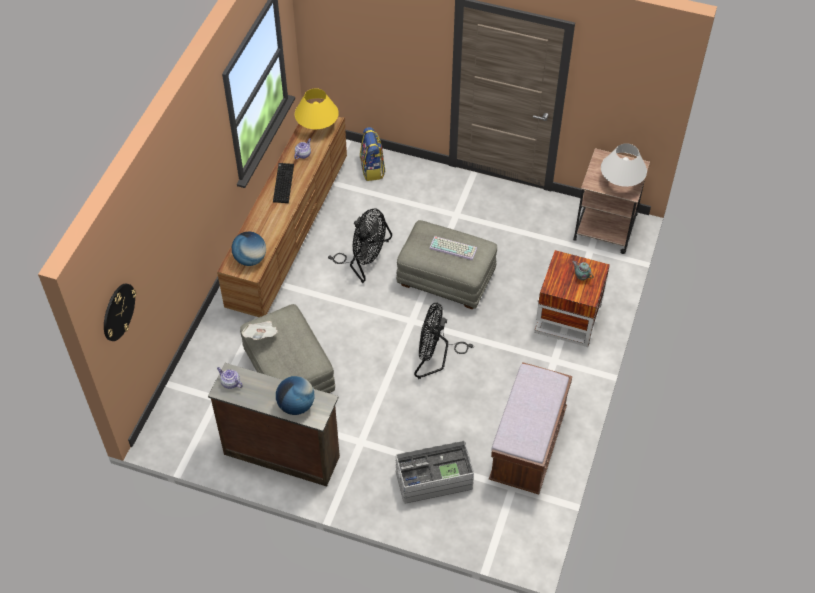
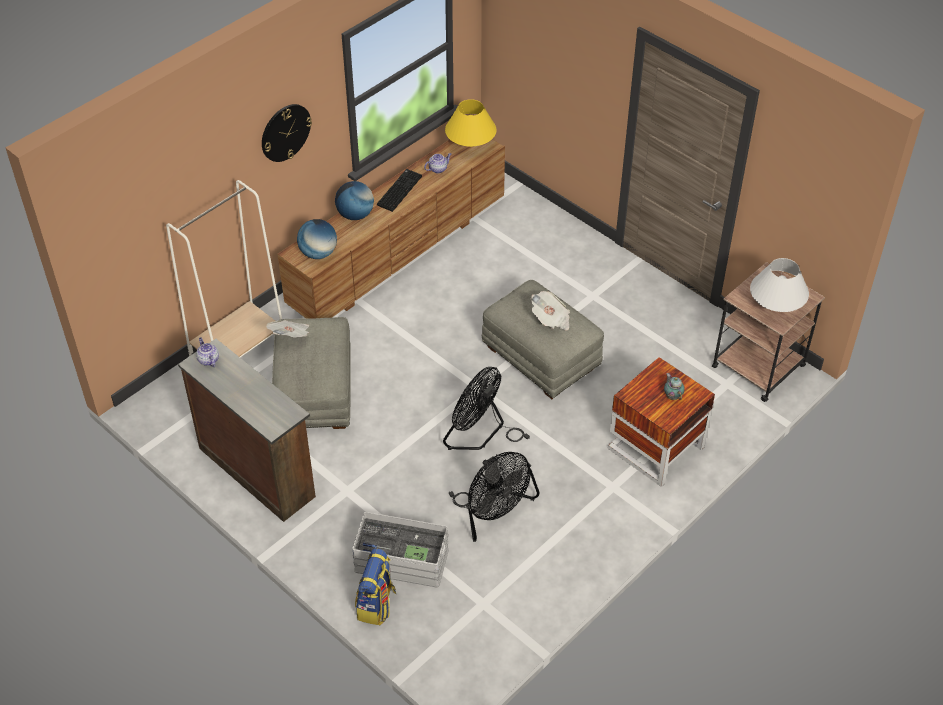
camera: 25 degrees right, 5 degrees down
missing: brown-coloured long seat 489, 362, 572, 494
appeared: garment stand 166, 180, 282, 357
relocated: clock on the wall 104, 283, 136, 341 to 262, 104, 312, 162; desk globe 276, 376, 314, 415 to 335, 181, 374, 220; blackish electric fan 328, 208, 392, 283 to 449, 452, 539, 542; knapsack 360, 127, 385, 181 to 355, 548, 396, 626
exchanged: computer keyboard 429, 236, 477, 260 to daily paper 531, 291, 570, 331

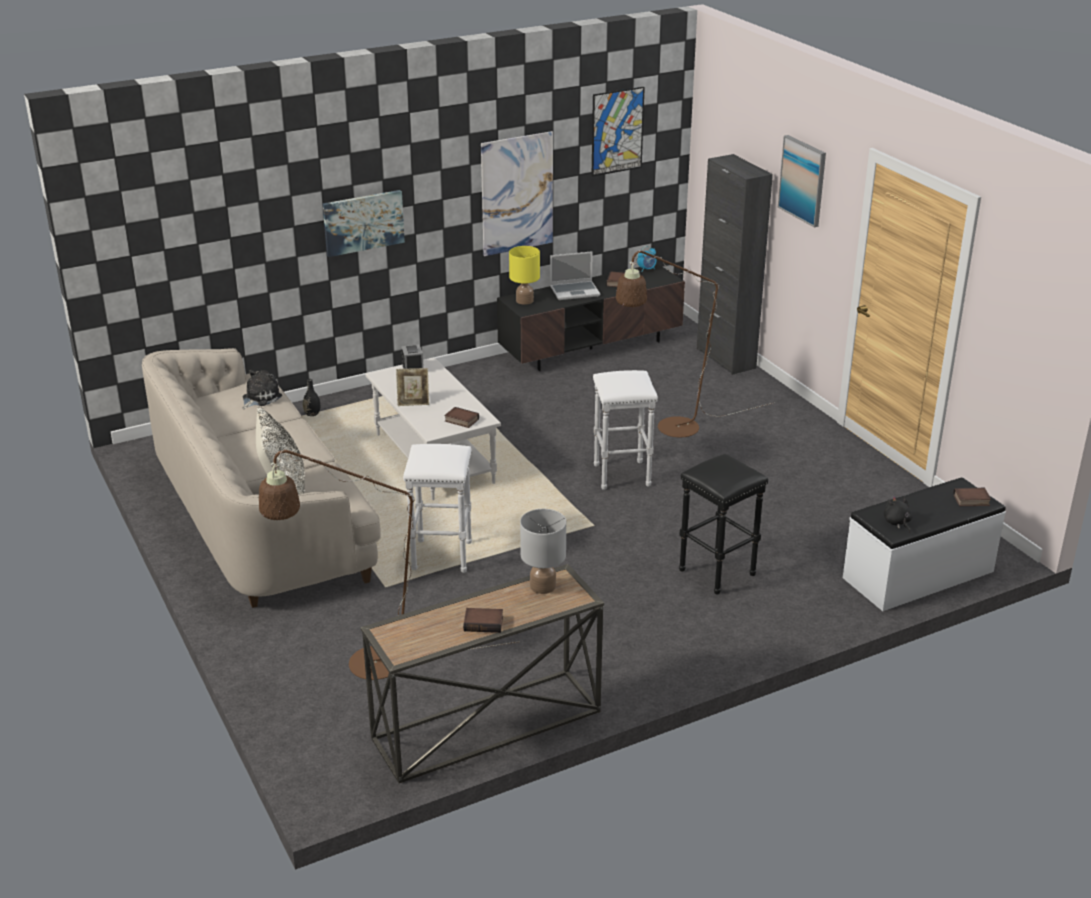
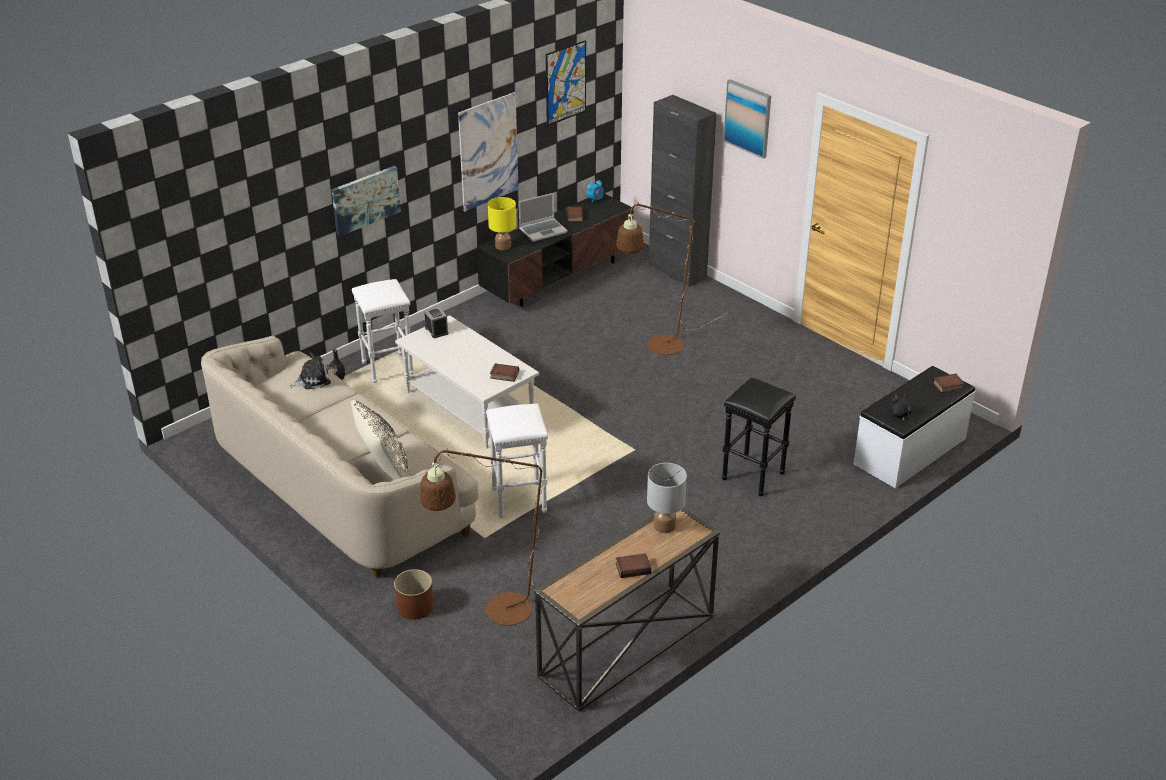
camera: 15 degrees left, 5 degrees up
missing: picture frame 396, 368, 429, 406
appeared: brown-coloured flower pot 394, 569, 433, 620
relocated: white-coloured stool 593, 370, 658, 490 to 352, 279, 414, 383
spun: soft toy 242, 370, 282, 409 = 290, 353, 331, 389 45 degrees clockwise

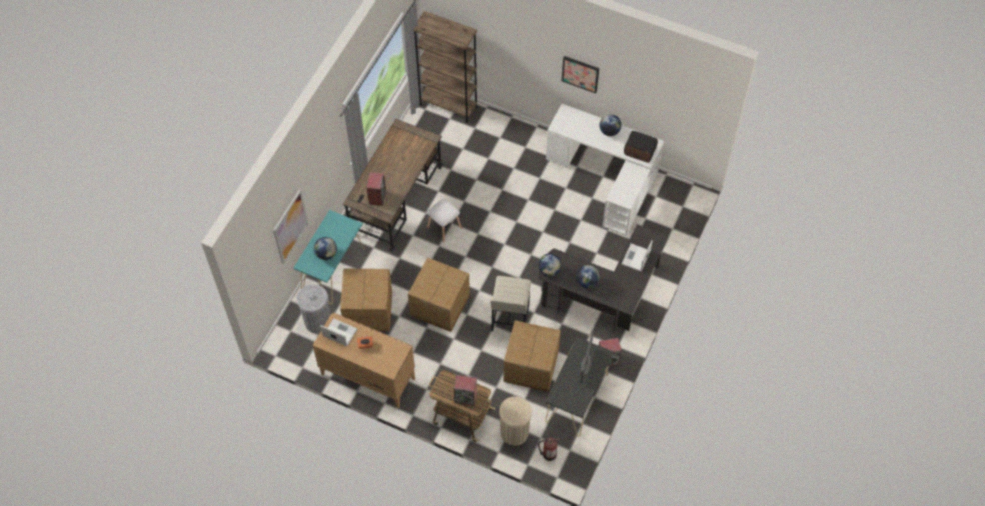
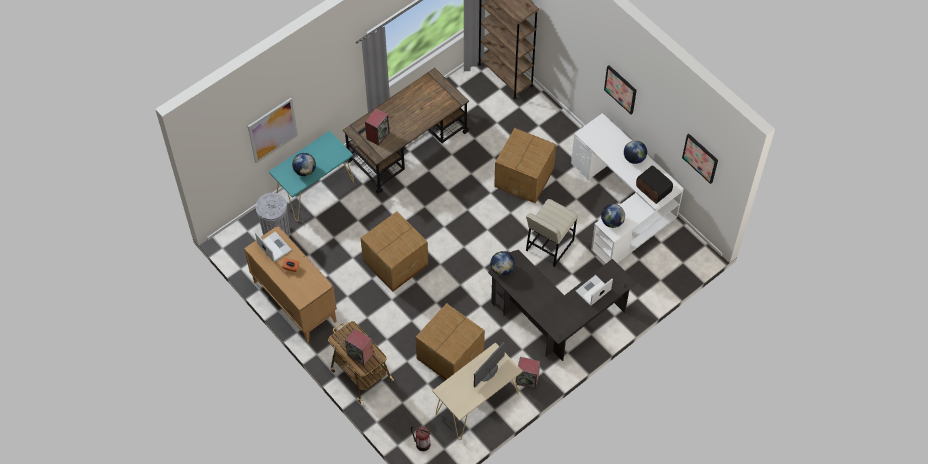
camera: 25 degrees right, 0 degrees up
missing: white-coloured stool 427, 199, 462, 243; beige waste bin 499, 396, 532, 446
appeared: wall art 682, 134, 718, 184
relocated: cardboard box 340, 268, 392, 331 to 494, 128, 556, 204; beige chair 490, 276, 531, 331 to 526, 199, 578, 267; desk globe 576, 265, 599, 288 to 601, 204, 625, 228
colour: blackish hall table 545, 337, 613, 437 to beige hall table 432, 342, 523, 440

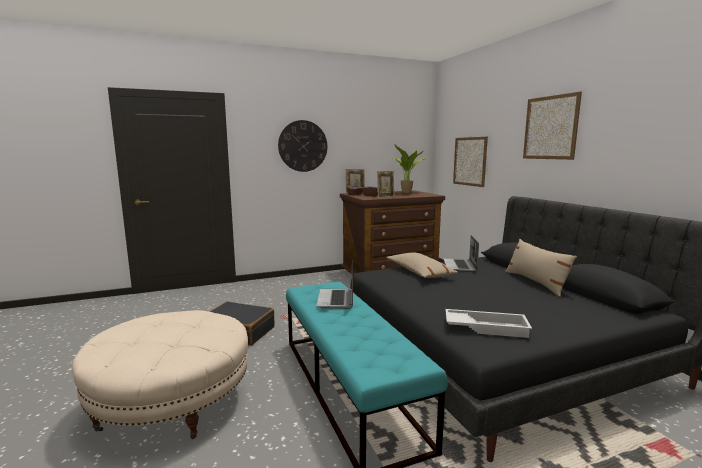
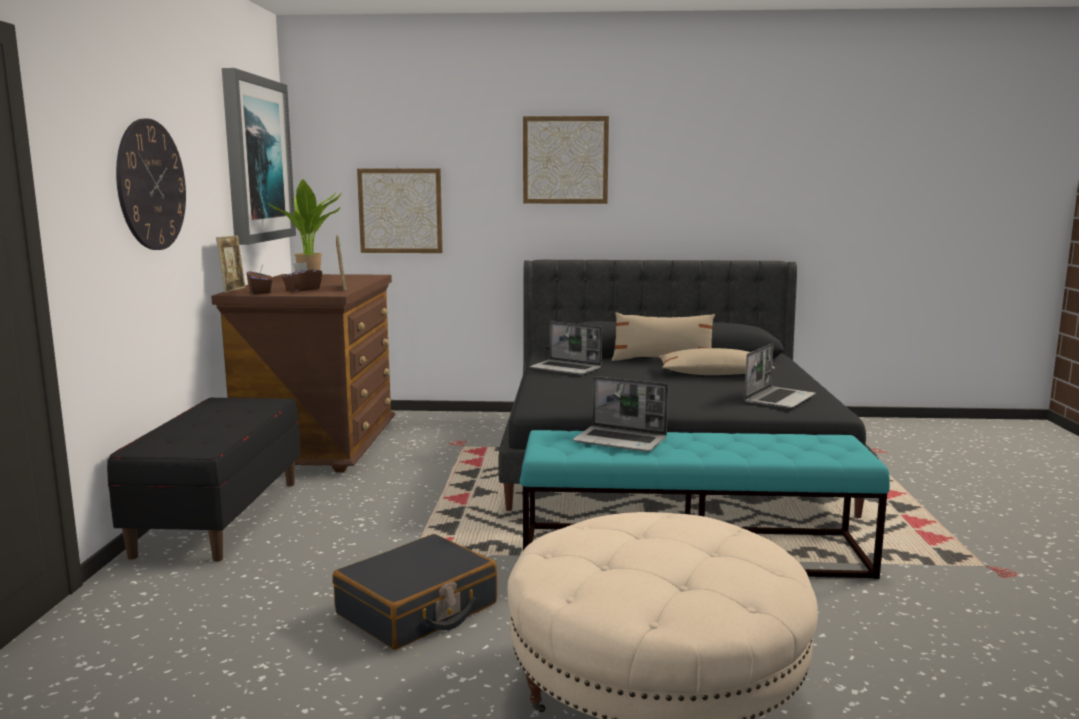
camera: 65 degrees left, 0 degrees up
appeared: blackish long seat 107, 398, 301, 562; wall art 222, 68, 296, 245
relocated: beige throw pillow 386, 252, 458, 278 to 659, 348, 775, 375
exchanged: white-coloured carrying tray 446, 309, 532, 338 to laptop 744, 343, 816, 409

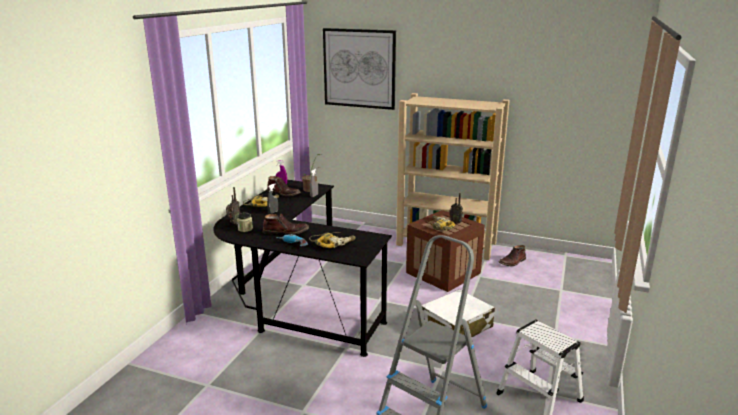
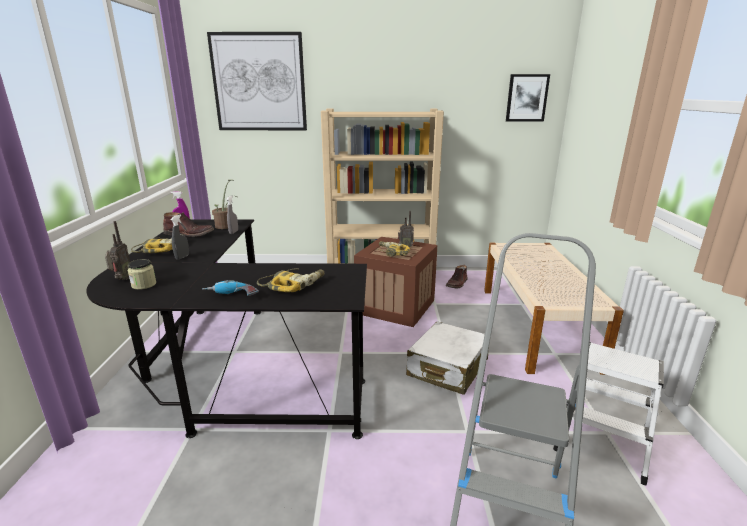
camera: 20 degrees left, 0 degrees up
missing: brown-coloured high-top boot 263, 214, 309, 235
appeared: beige long seat 484, 242, 624, 375; wall art 506, 74, 550, 122

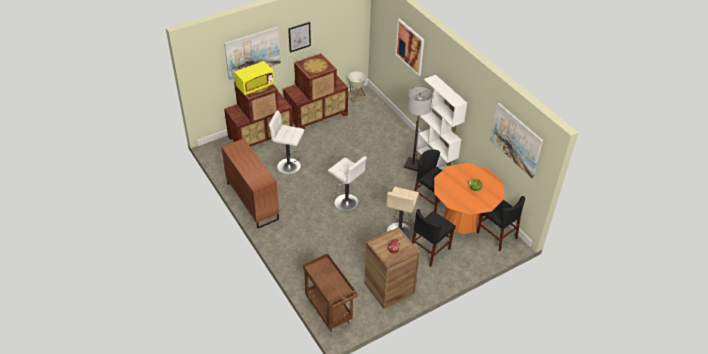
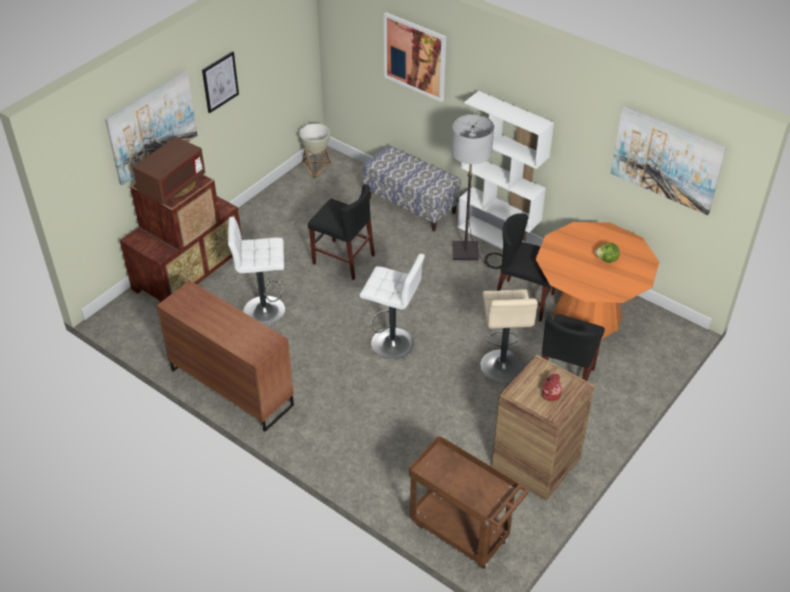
camera: 20 degrees left, 0 degrees up
missing: storage cabinet 283, 53, 348, 130
appeared: long seat 363, 146, 461, 231
relocated: blackish chair 477, 196, 525, 251 to 308, 184, 375, 280
colour: yellowish microwave oven 234, 61, 274, 95 to brown-coloured microwave oven 133, 137, 205, 205

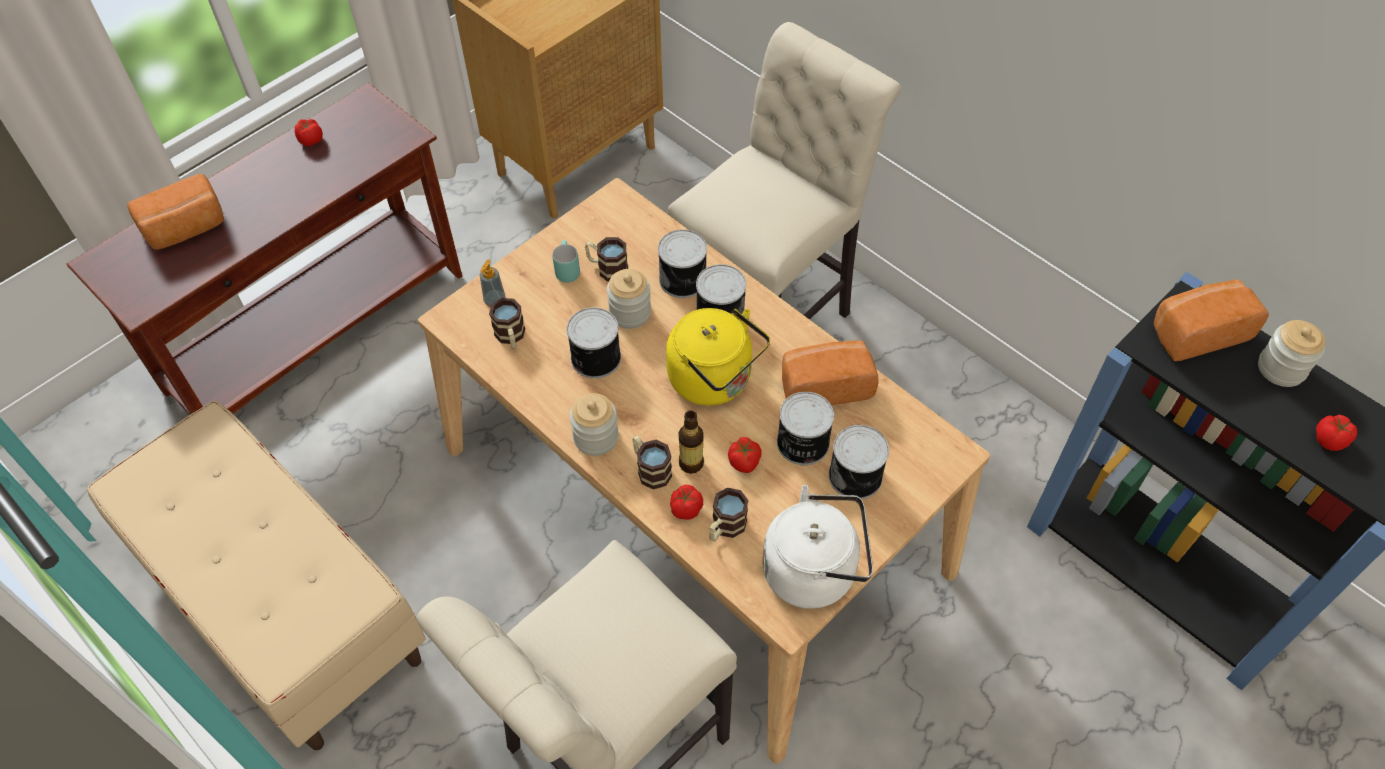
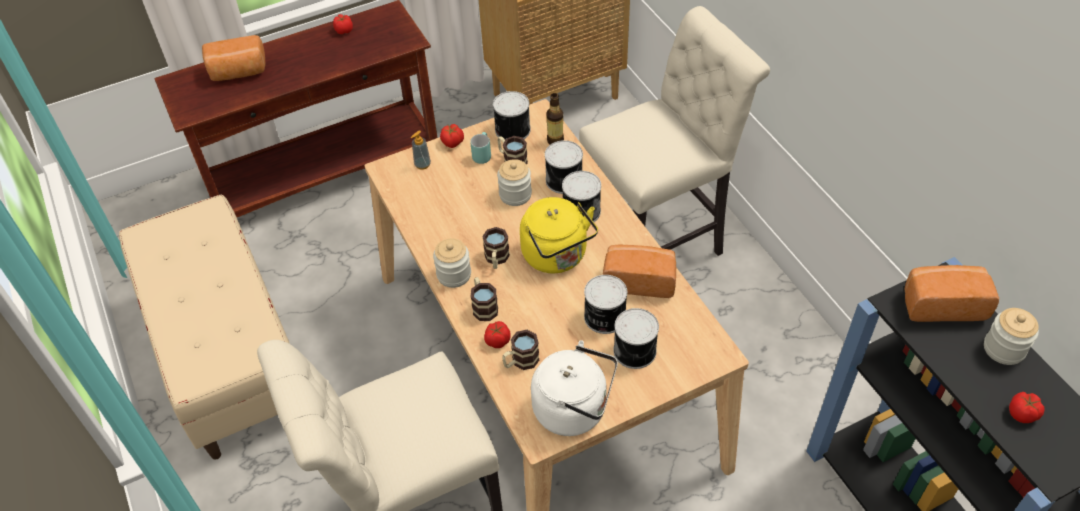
camera: 20 degrees right, 5 degrees down
relocated: coffee mug 489, 298, 525, 349 to 482, 227, 510, 269; can 567, 307, 621, 379 to 493, 91, 531, 139; beverage bottle 679, 410, 704, 474 to 546, 93, 564, 144; fresh tomato 728, 437, 762, 473 to 440, 124, 464, 148

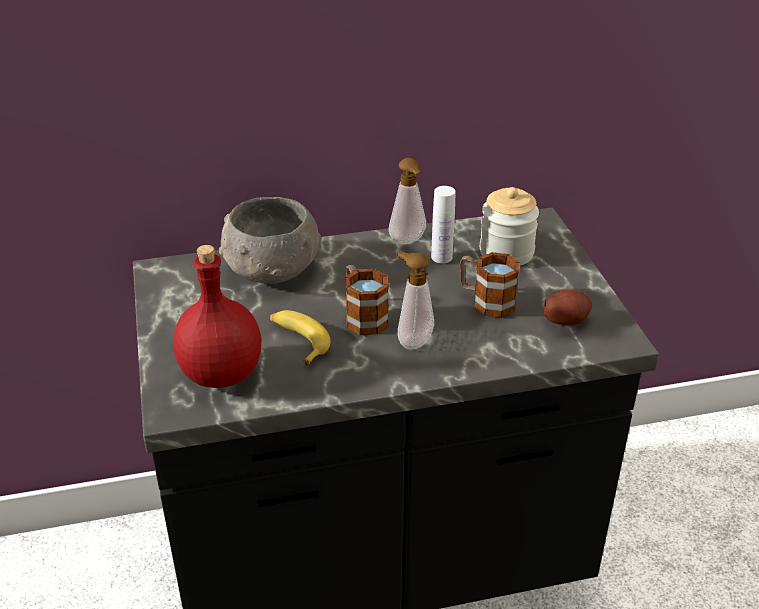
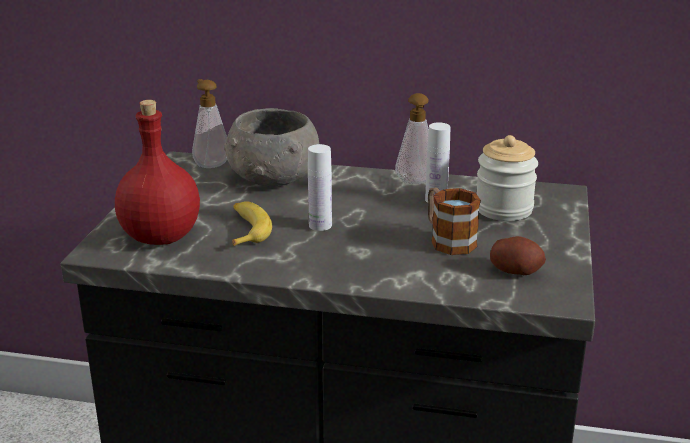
camera: 25 degrees right, 10 degrees down
relocated: soap bottle 397, 251, 434, 350 to 192, 79, 227, 168
exchanged: coffee mug 345, 265, 389, 335 to white-coloured beverage bottle 308, 144, 332, 231

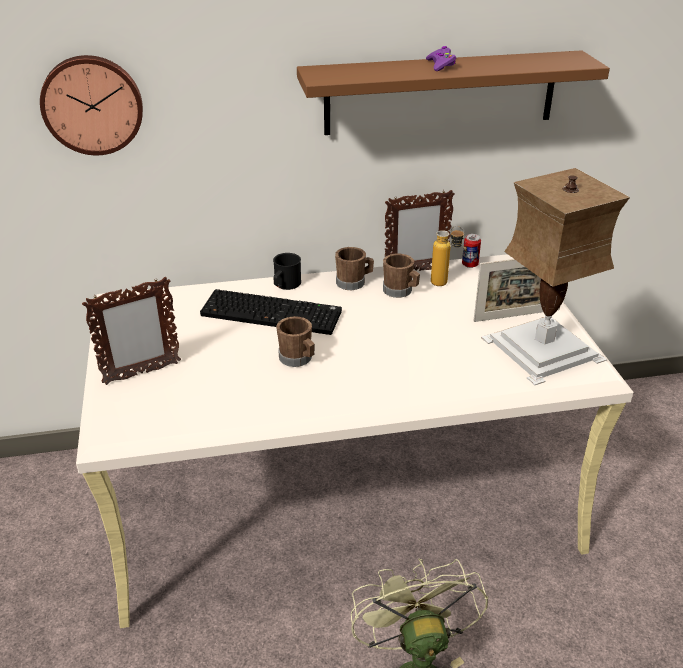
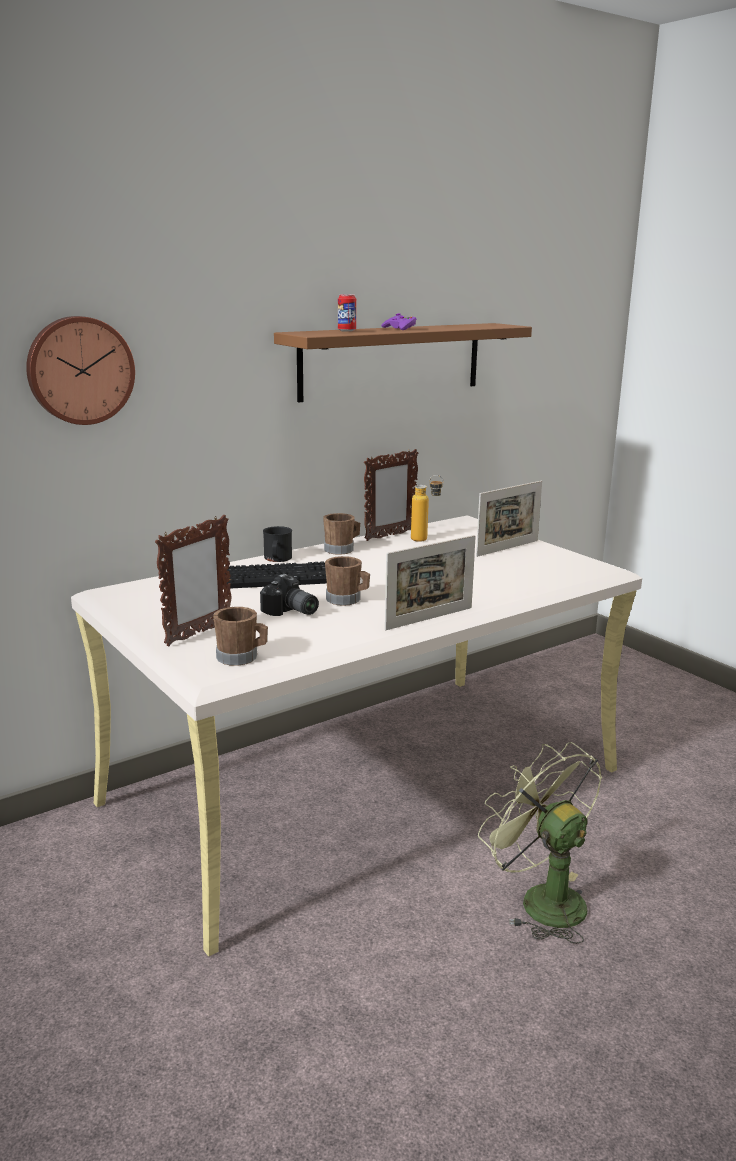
camera: 25 degrees left, 15 degrees down
missing: table lamp 481, 168, 630, 385
appeared: photo camera 260, 574, 319, 616; picture frame 385, 535, 476, 630
relocated: brown-coloured coffee mug 383, 254, 420, 298 to 213, 607, 268, 666; can 462, 234, 481, 268 to 338, 294, 356, 332

